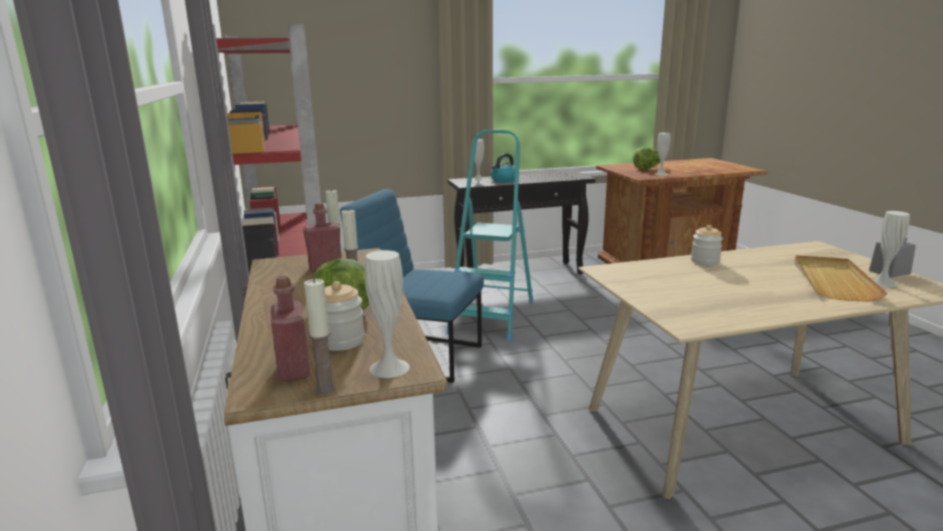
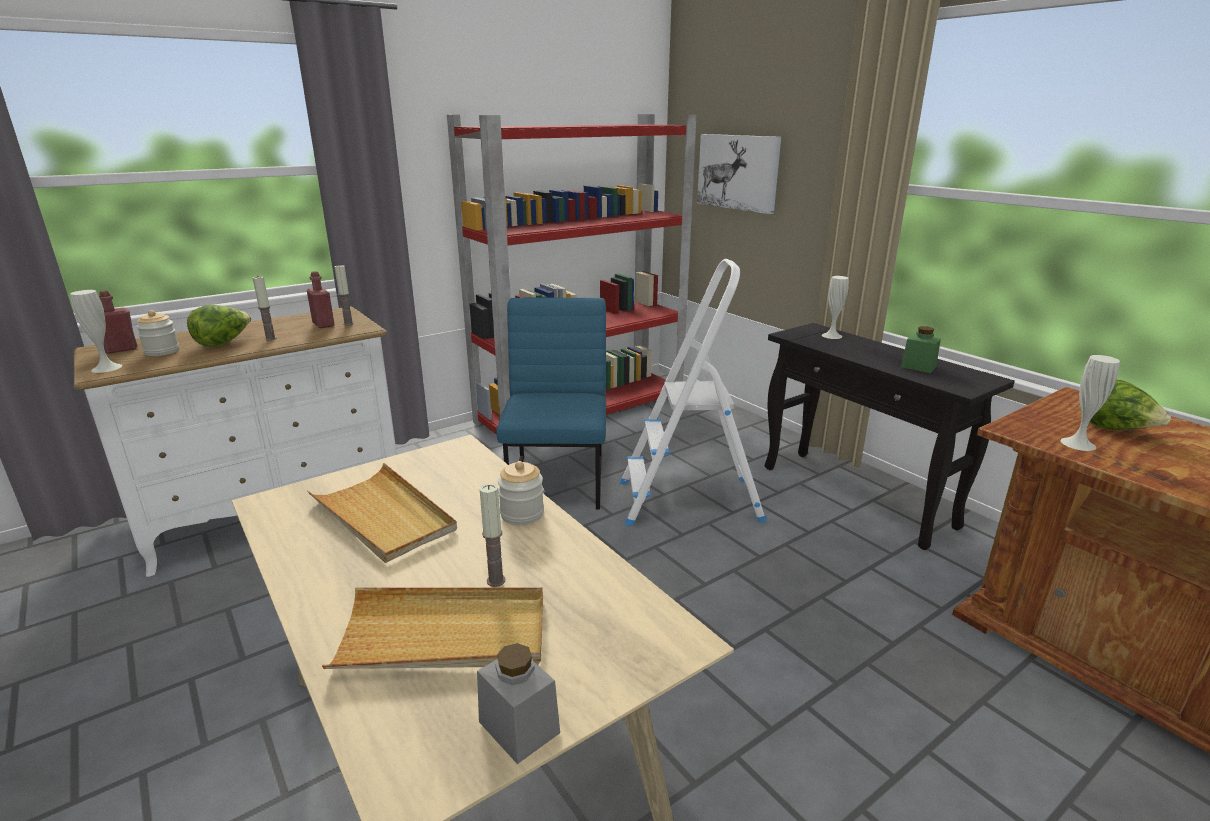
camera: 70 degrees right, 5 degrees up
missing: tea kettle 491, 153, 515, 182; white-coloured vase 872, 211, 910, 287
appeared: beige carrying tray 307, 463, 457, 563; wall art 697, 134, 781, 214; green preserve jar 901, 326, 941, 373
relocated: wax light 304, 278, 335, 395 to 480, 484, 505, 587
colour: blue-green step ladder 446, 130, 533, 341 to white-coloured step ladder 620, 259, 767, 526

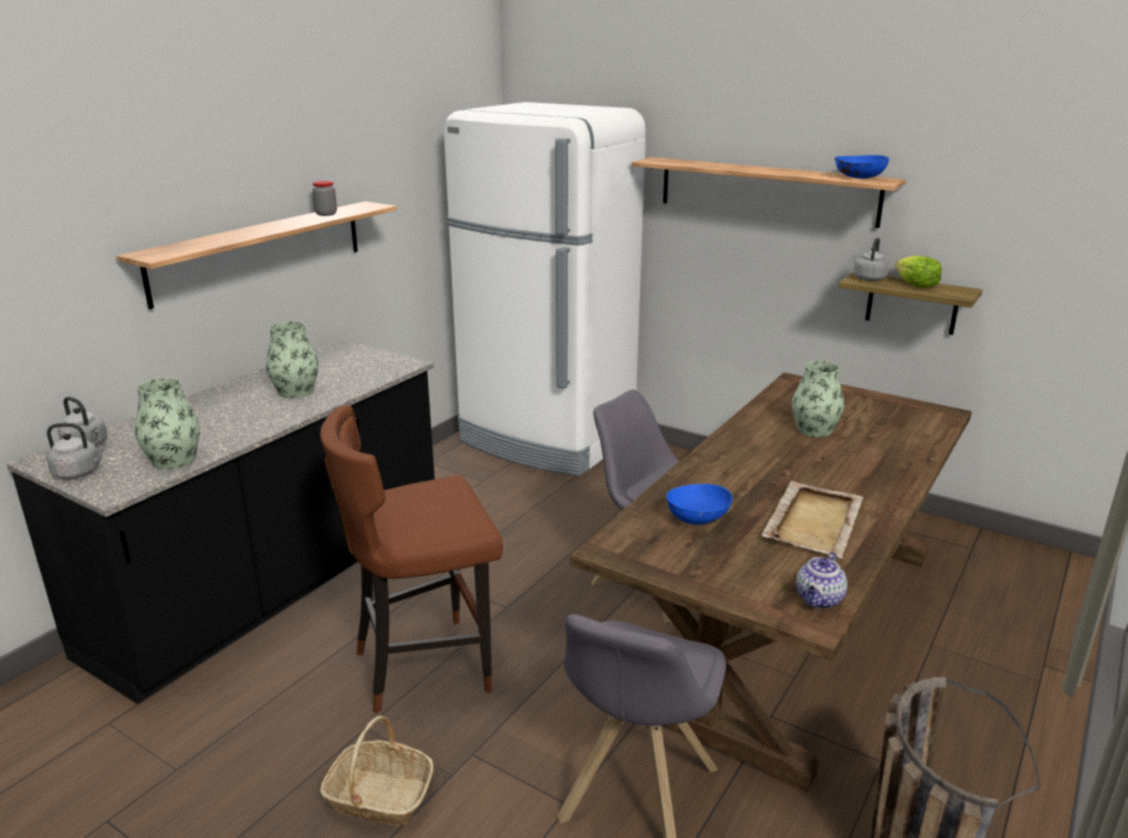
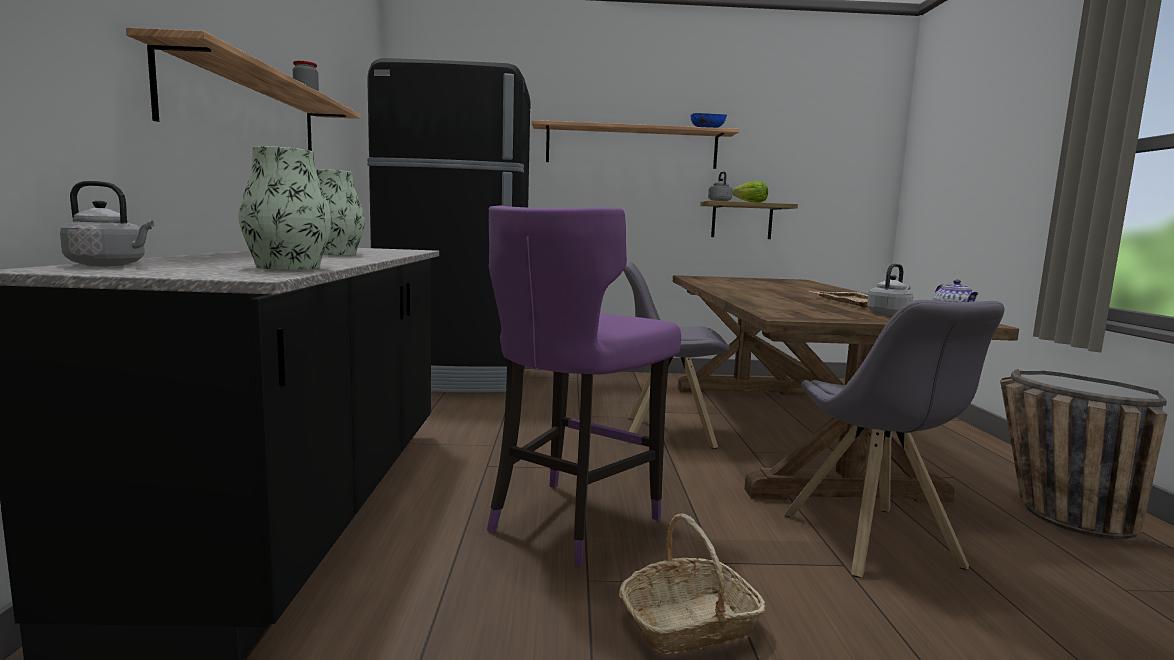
camera: 35 degrees left, 15 degrees down
missing: bluish bowl 666, 484, 733, 525; vase 792, 361, 844, 437
relocated: grey tea kettle 46, 423, 106, 479 to 867, 264, 913, 316
colour: brown-coloured stool 320, 405, 503, 714 to purple stool 487, 205, 681, 566; white-coloured refrigerator 444, 102, 646, 477 to blackish refrigerator 367, 58, 531, 393

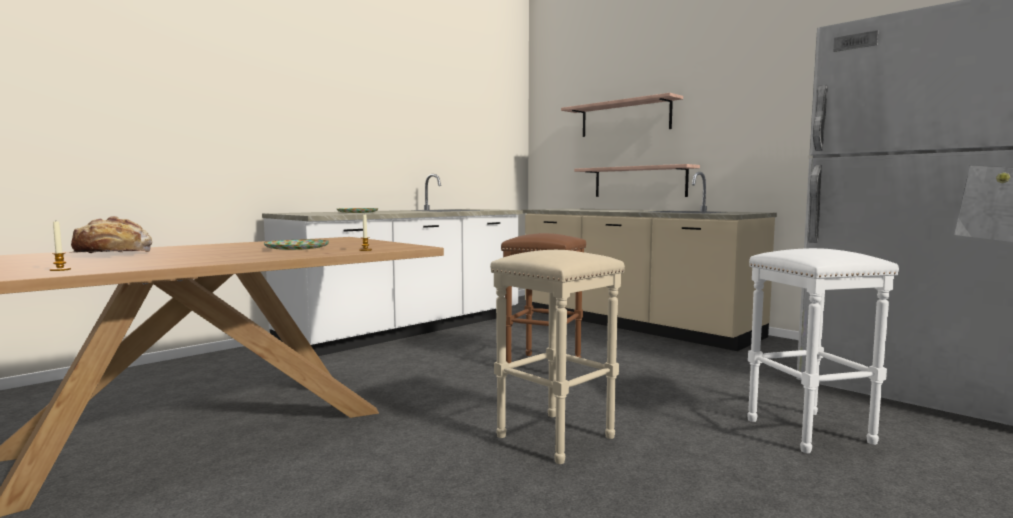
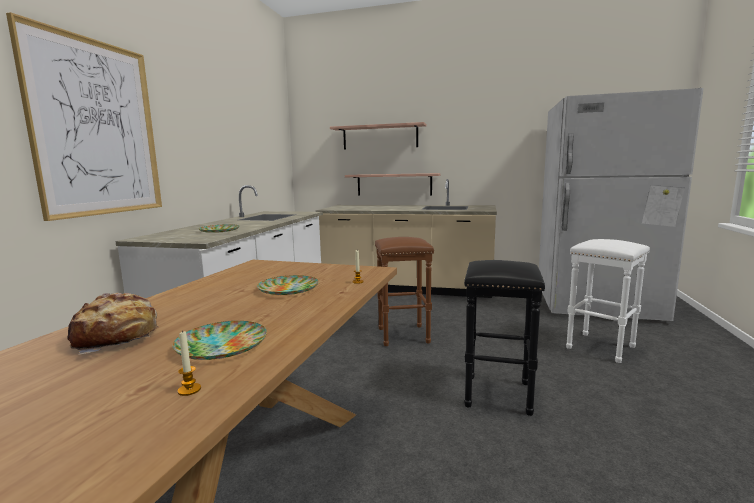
camera: 30 degrees left, 5 degrees up
appeared: wall art 6, 12, 162, 221; flat dish 172, 321, 267, 360
colour: beige stool 490, 250, 625, 464 to blackish stool 464, 260, 545, 416

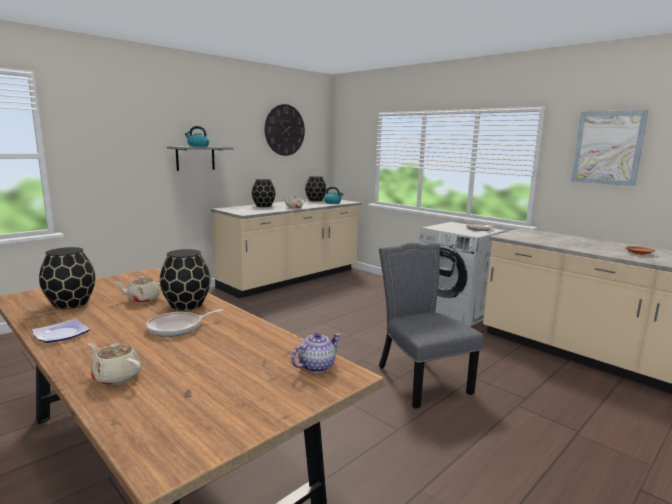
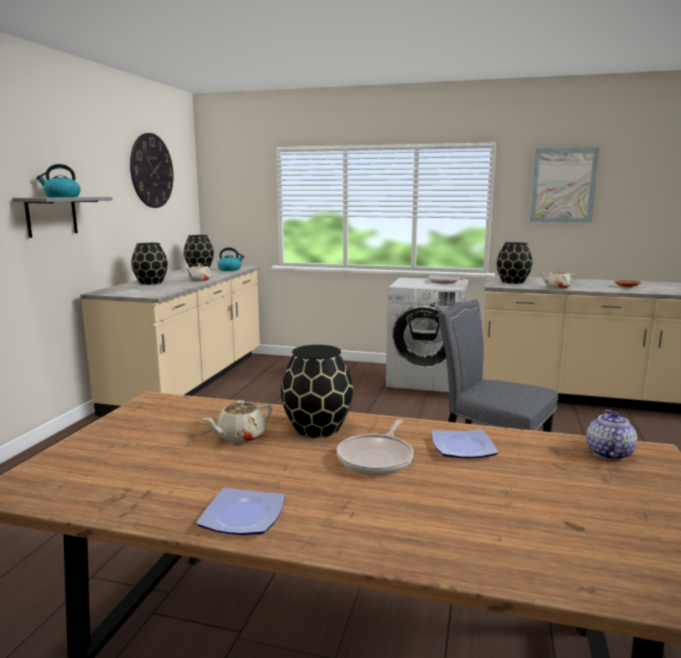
camera: 30 degrees left, 0 degrees up
appeared: flat dish 432, 430, 498, 459
relocated: blackish vase 39, 247, 95, 309 to 497, 242, 532, 284; beige teapot 88, 343, 141, 385 to 540, 269, 577, 289

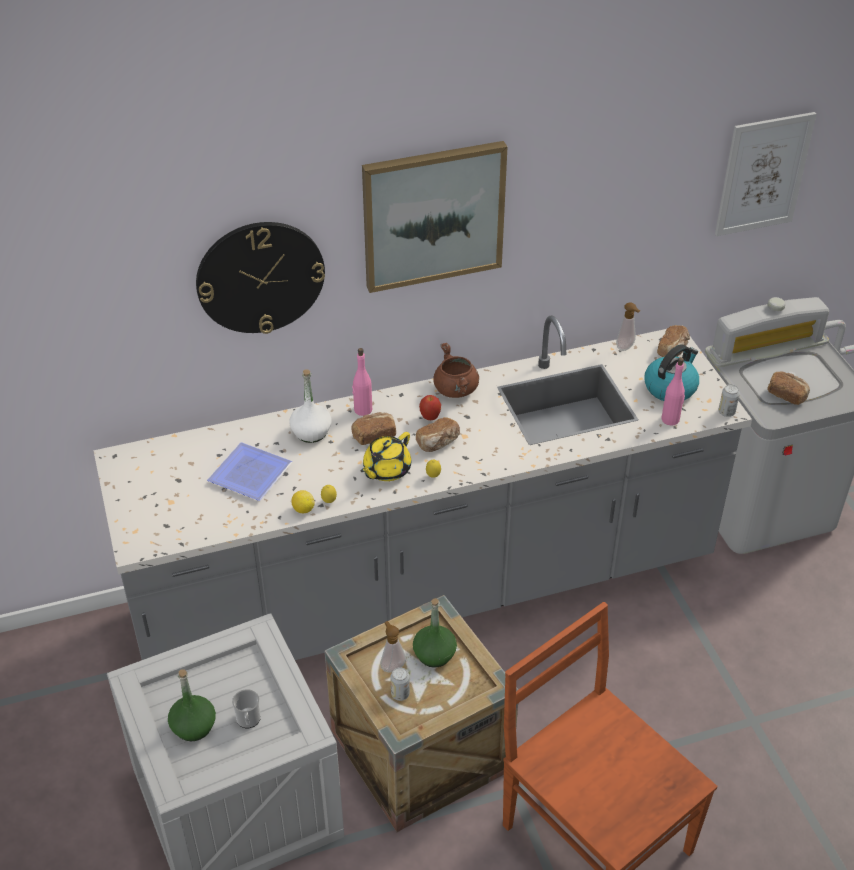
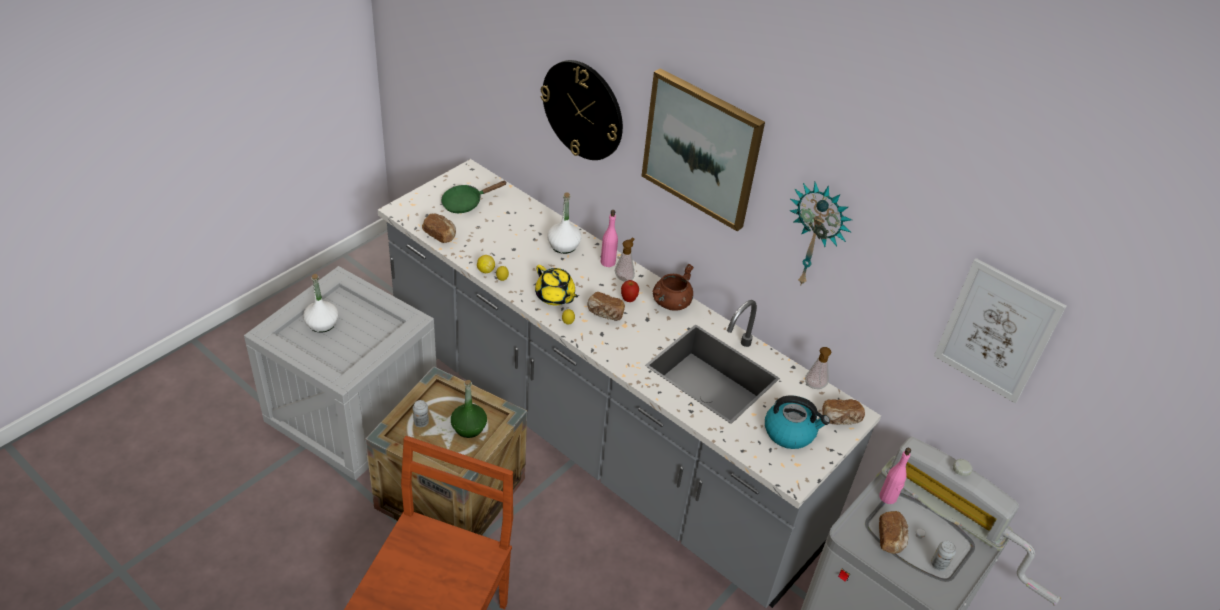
camera: 55 degrees right, 0 degrees up
missing: flat dish 207, 442, 292, 501; coffee mug 232, 689, 261, 728
appeared: green pan 441, 181, 507, 213; clock on the wall 790, 182, 852, 286
relocated: baked bread 351, 412, 396, 445 to 422, 214, 456, 243; soap bottle 380, 621, 406, 673 to 615, 237, 635, 282; pinkish beverage bottle 661, 357, 685, 426 to 879, 448, 911, 504; can 718, 384, 740, 417 to 931, 541, 956, 571
colour: green beverage bottle 168, 669, 216, 741 to white-coloured beverage bottle 303, 274, 339, 333
spun: yellowish teapot 360, 432, 411, 481 = 535, 265, 578, 305 135 degrees counterclockwise

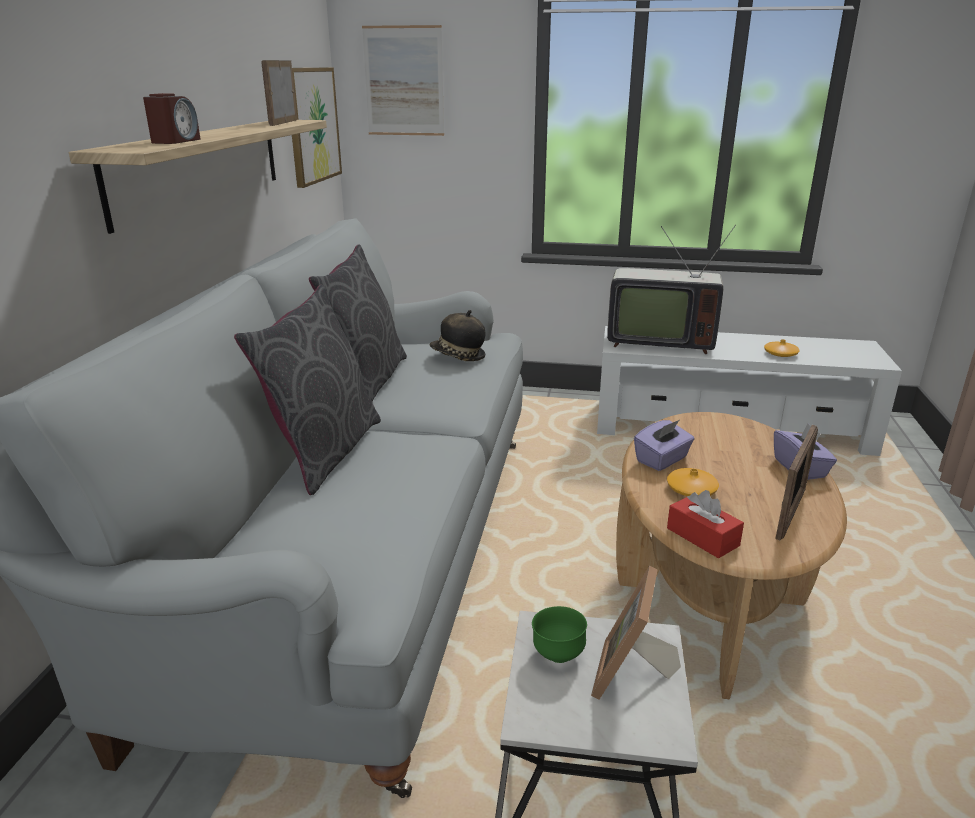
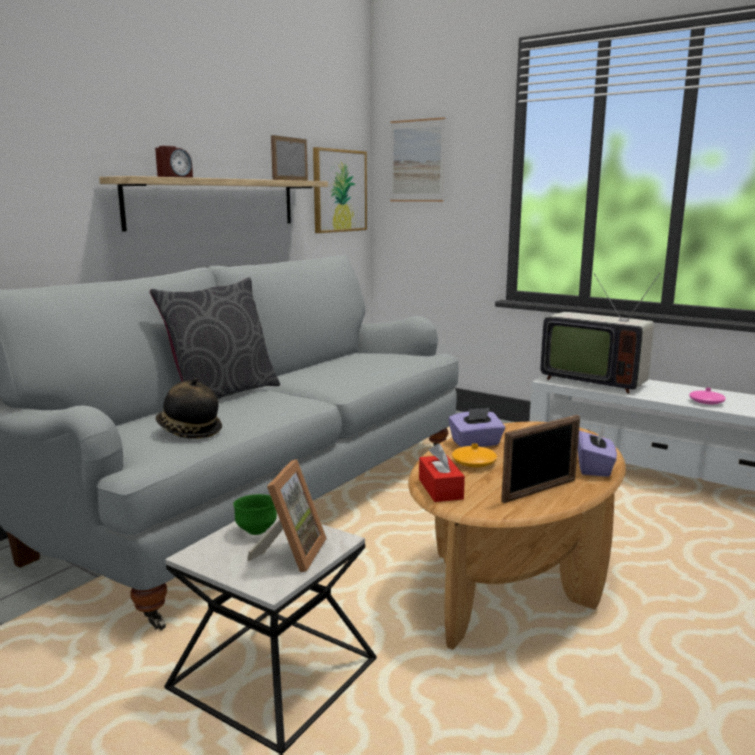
camera: 25 degrees right, 10 degrees down
missing: grey throw pillow 309, 244, 407, 402
relocated: clothing hat 429, 310, 486, 361 to 156, 378, 222, 439
colour: orangey vase 764, 339, 800, 357 to pinkish vase 689, 387, 726, 404
spun: picture frame 591, 566, 681, 700 = 247, 459, 327, 572 150 degrees clockwise

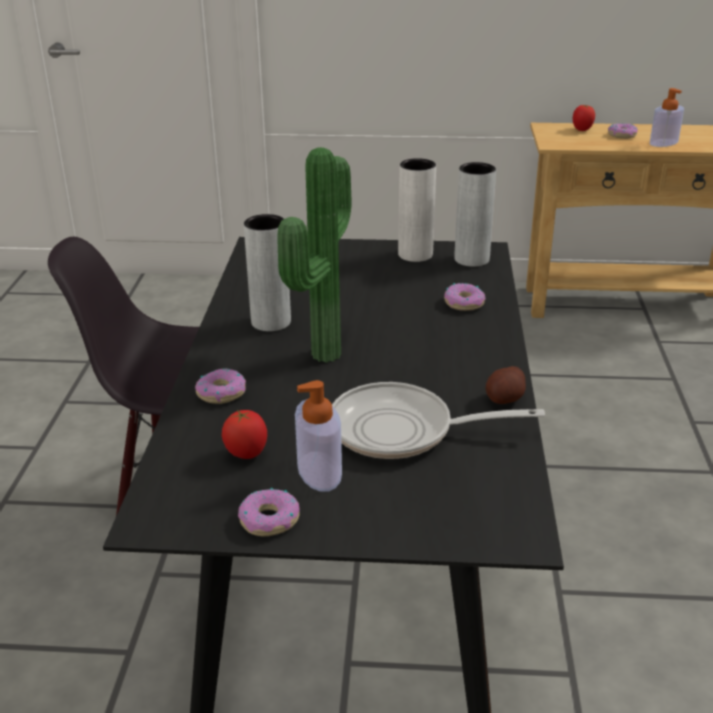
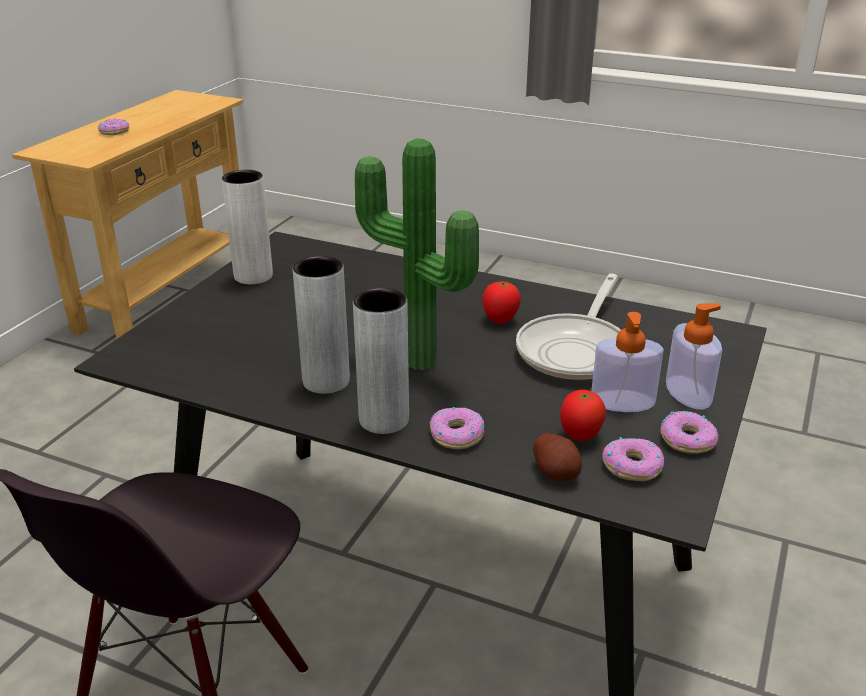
camera: 70 degrees left, 0 degrees up
relocated: doughnut 444, 283, 485, 311 to 602, 437, 664, 481; grey vase 454, 162, 496, 267 to 353, 288, 409, 434; spud 486, 366, 526, 404 to 533, 433, 582, 481; fresh tomato 573, 105, 595, 131 to 483, 281, 521, 324; soap bottle 650, 88, 684, 147 to 666, 303, 722, 410

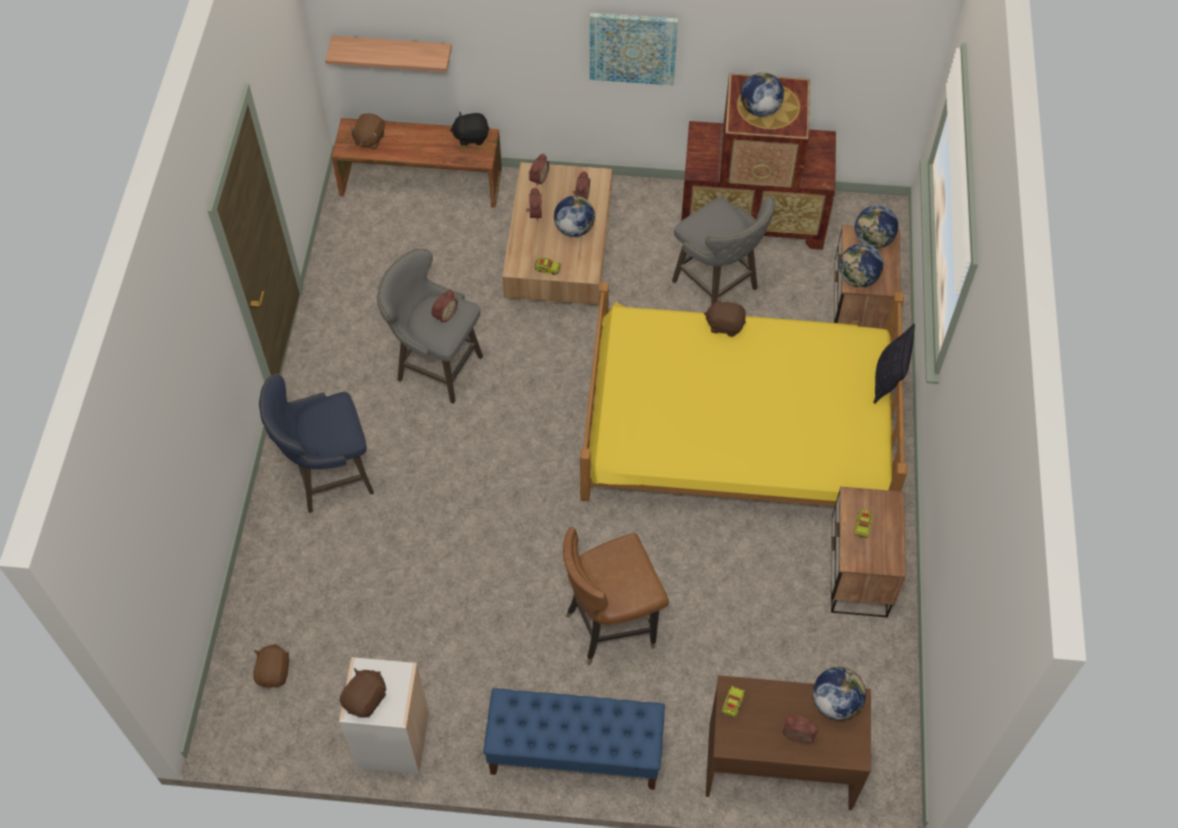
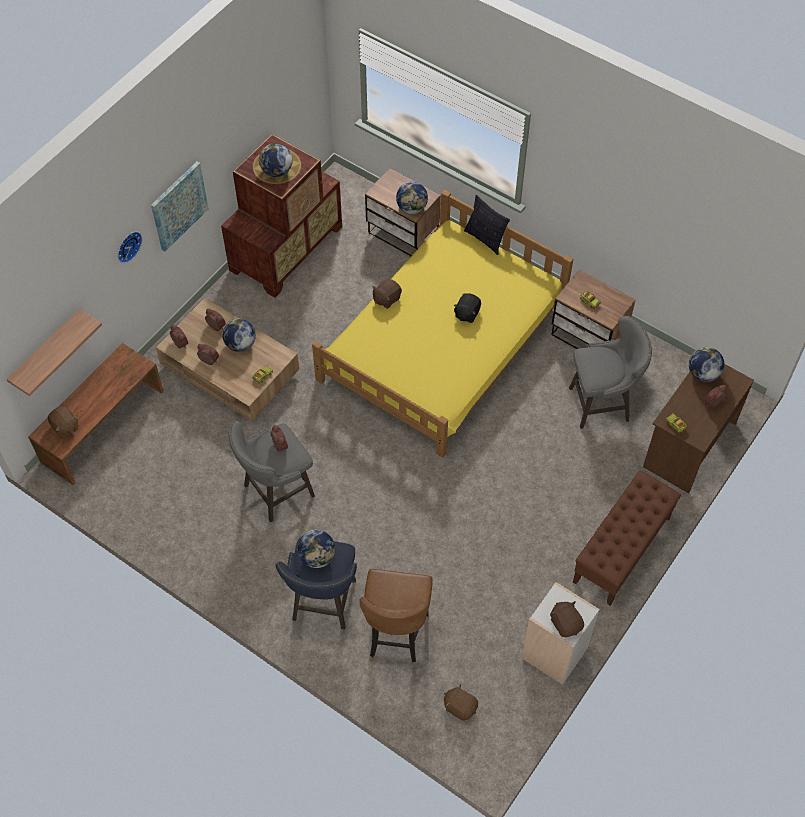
camera: 60 degrees left, 0 degrees up
appeared: clock on the wall 118, 232, 142, 263
relocated: blackish soft toy 450, 112, 489, 146 to 453, 293, 481, 323; brown-coloured chair 563, 527, 669, 666 to 360, 569, 433, 667; grey stool 672, 196, 775, 306 to 569, 316, 652, 429; desk globe 855, 205, 898, 248 to 297, 530, 335, 568
colour: bluish long seat 483, 688, 665, 790 to brown-coloured long seat 573, 470, 681, 606

